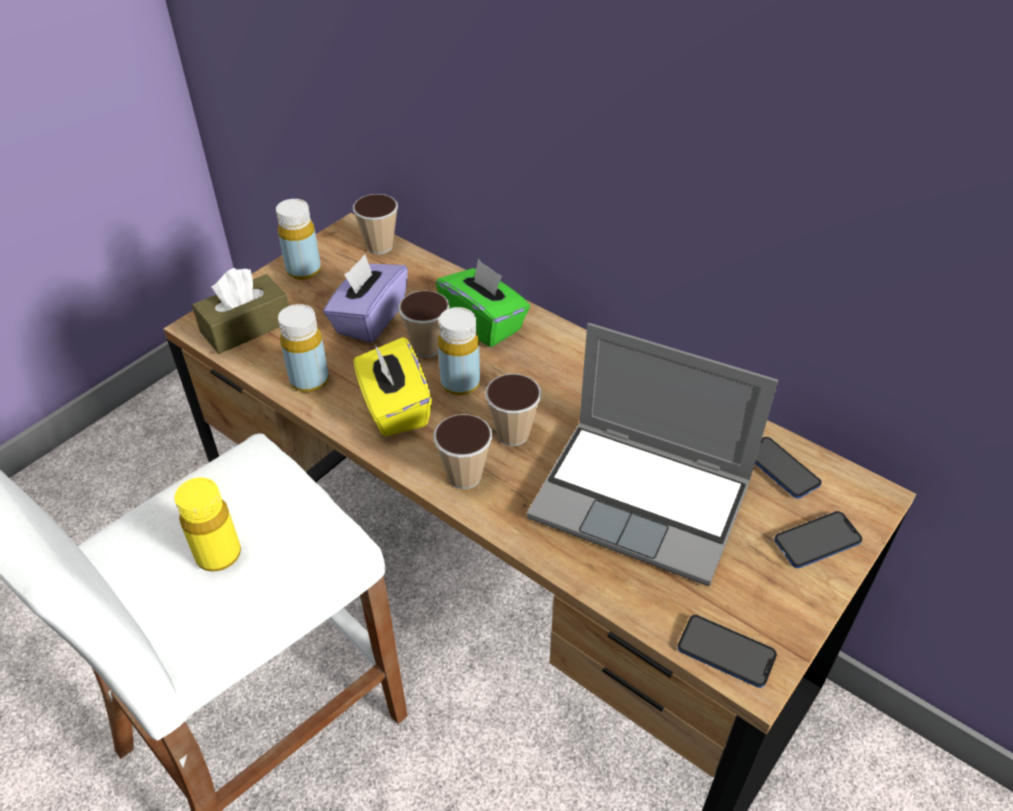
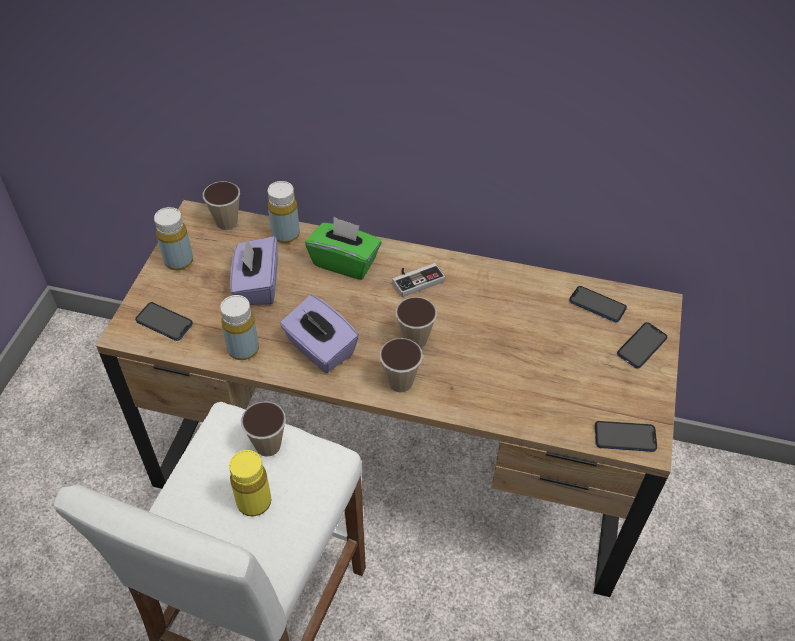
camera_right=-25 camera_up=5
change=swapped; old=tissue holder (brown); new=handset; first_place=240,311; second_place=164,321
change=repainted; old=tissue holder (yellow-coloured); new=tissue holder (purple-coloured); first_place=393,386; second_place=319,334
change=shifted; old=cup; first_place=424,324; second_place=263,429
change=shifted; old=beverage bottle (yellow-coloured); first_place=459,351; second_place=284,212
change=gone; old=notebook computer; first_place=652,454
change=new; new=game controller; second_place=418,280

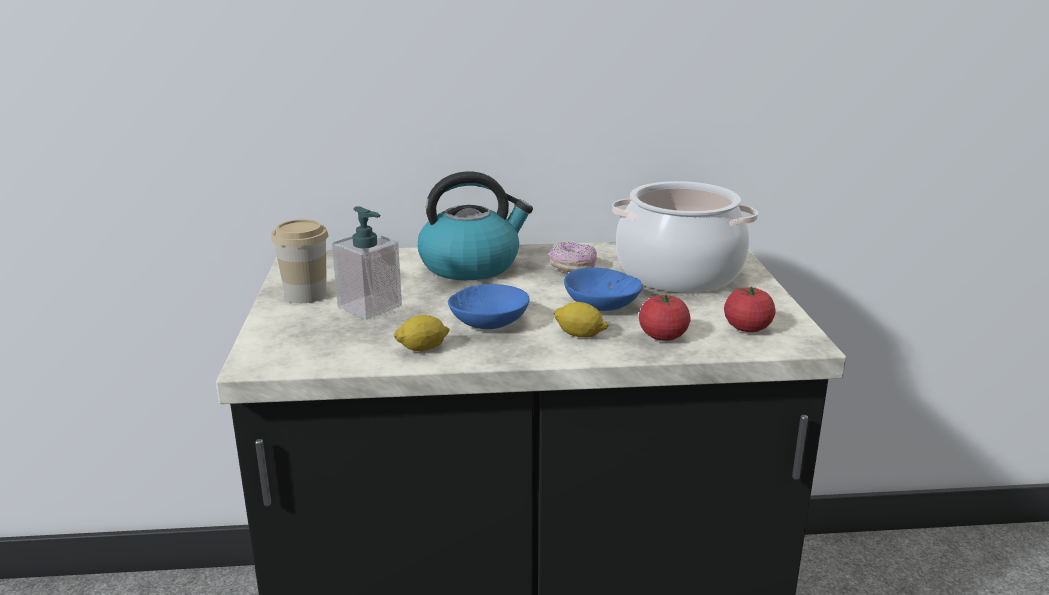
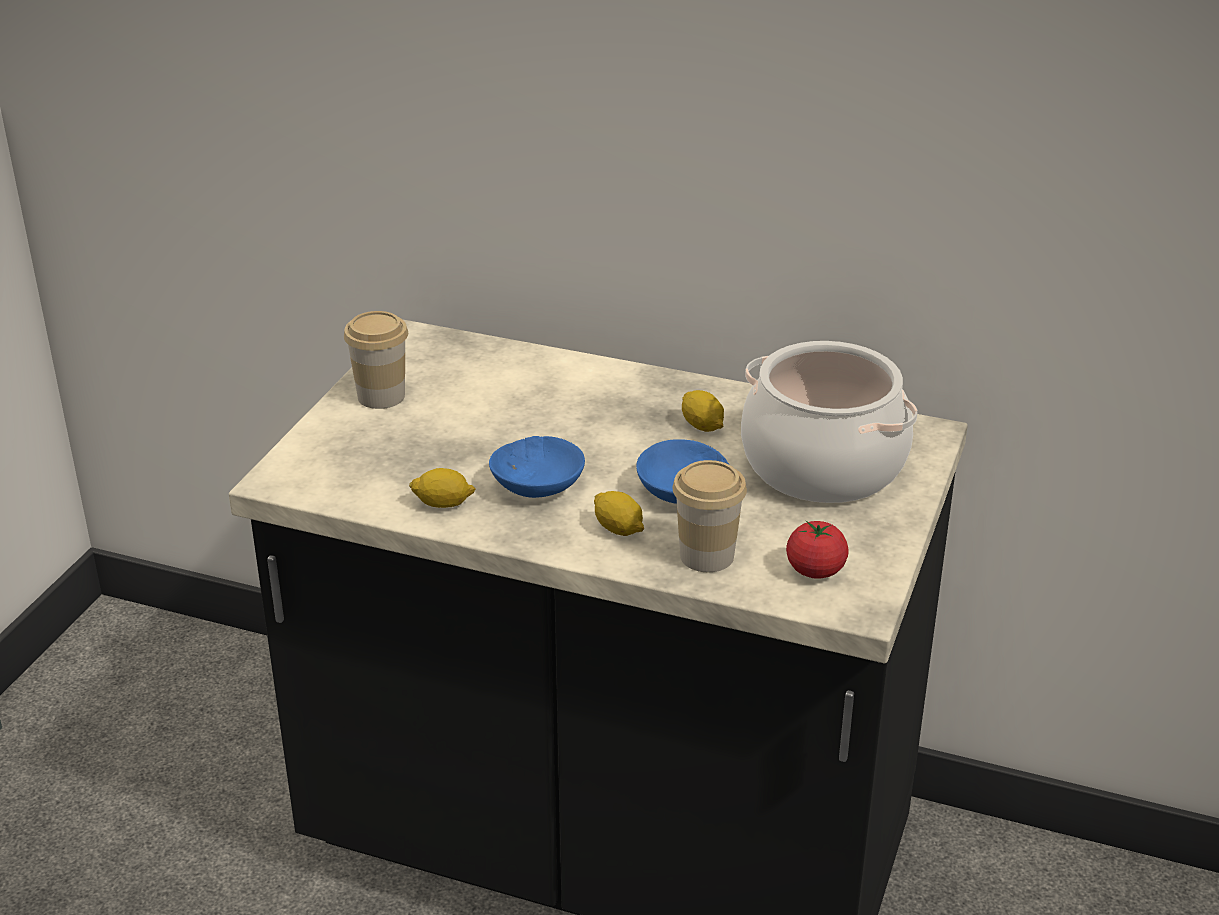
camera_right=25 camera_up=10
change=gone; old=liquid soap bottle; first_place=367,262
change=gone; old=water kettle; first_place=475,226
change=swapped; old=donut; new=citrus fruit; first_place=573,256; second_place=703,411
change=swapped; old=tomato; new=cup; first_place=664,318; second_place=709,516

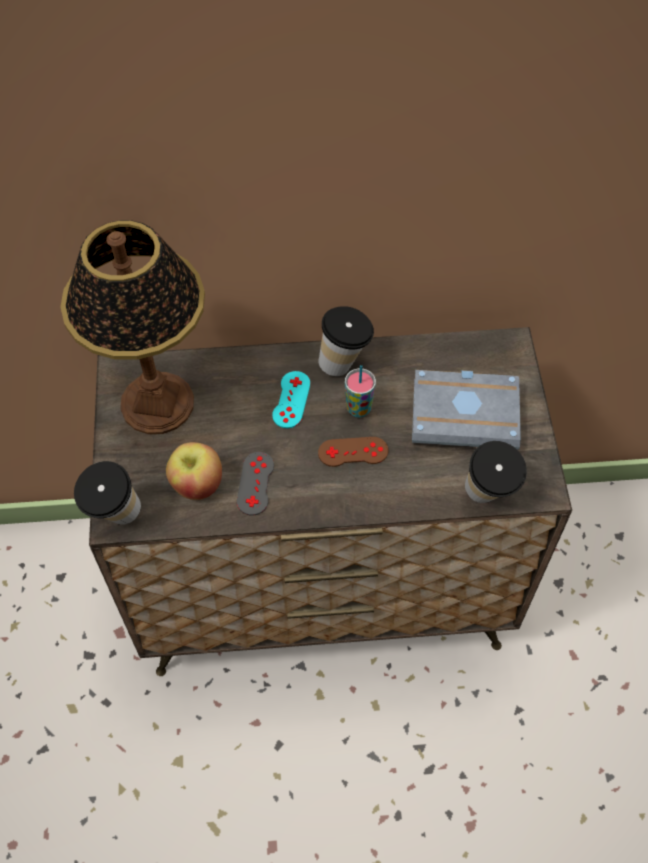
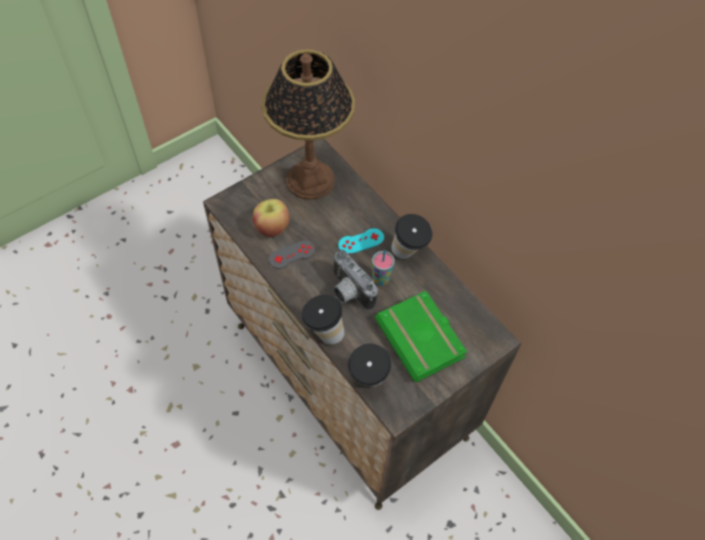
camera_right=55 camera_up=0
change=shifted; old=cup; first_place=107,493; second_place=323,320
change=swapped; old=game controller (brown); new=still camera; first_place=353,452; second_place=355,280
change=repainted; old=bound book (gray); new=bound book (greenish); first_place=466,410; second_place=421,336

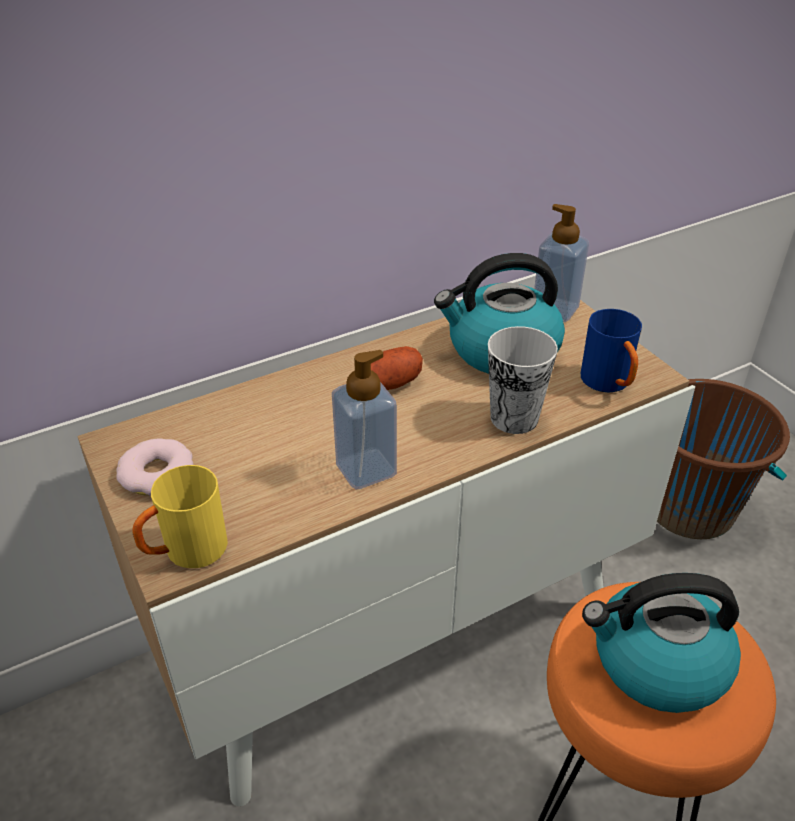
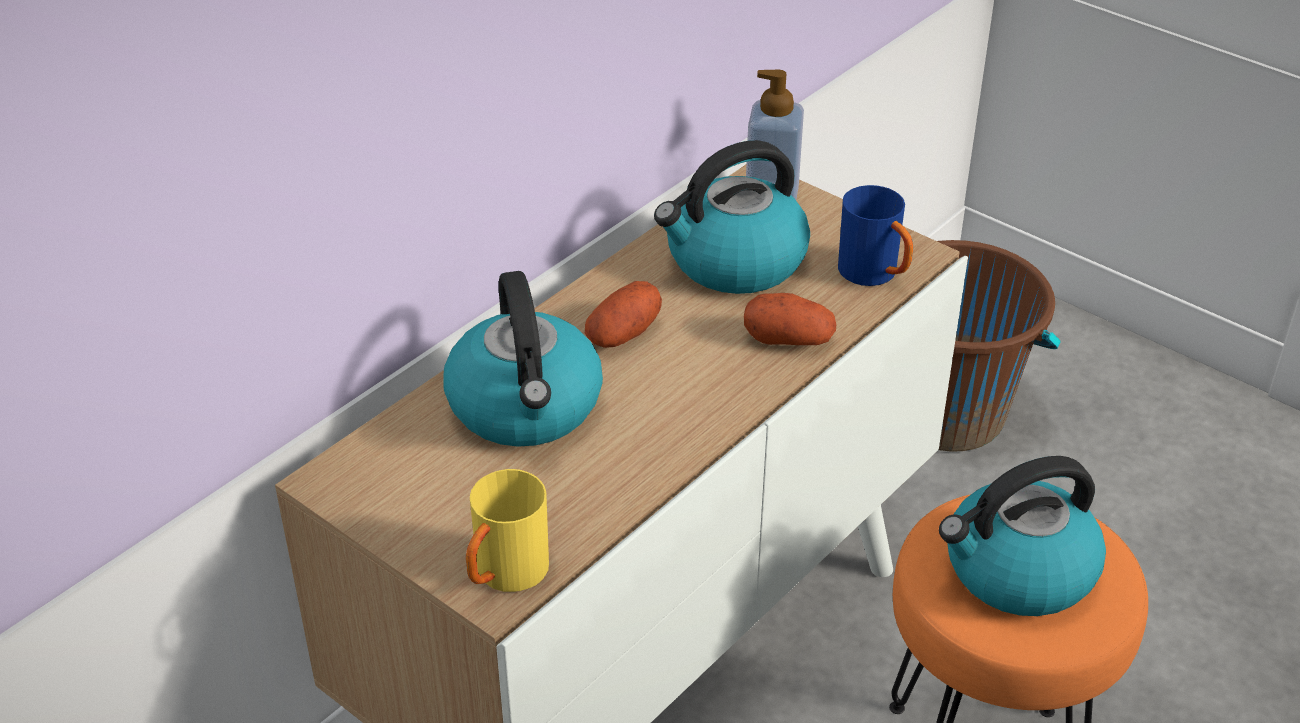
camera_right=-20 camera_up=0
change=gone; old=donut; first_place=154,467
change=gone; old=liquid soap bottle; first_place=364,419
change=swapped; old=cup; new=whole potato; first_place=523,380; second_place=790,319
change=new; new=water kettle; second_place=523,359

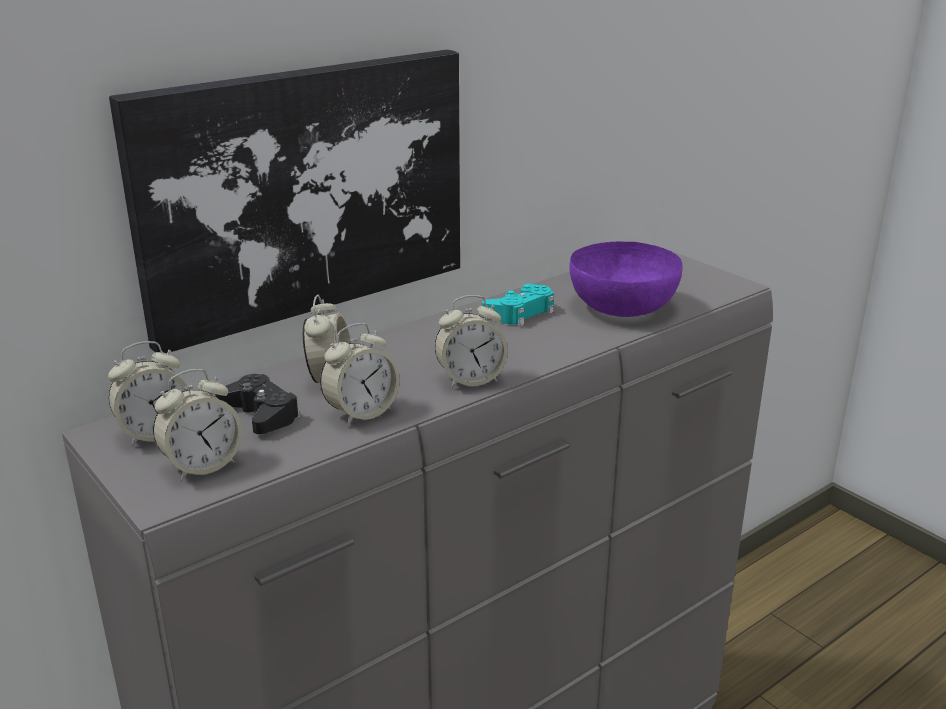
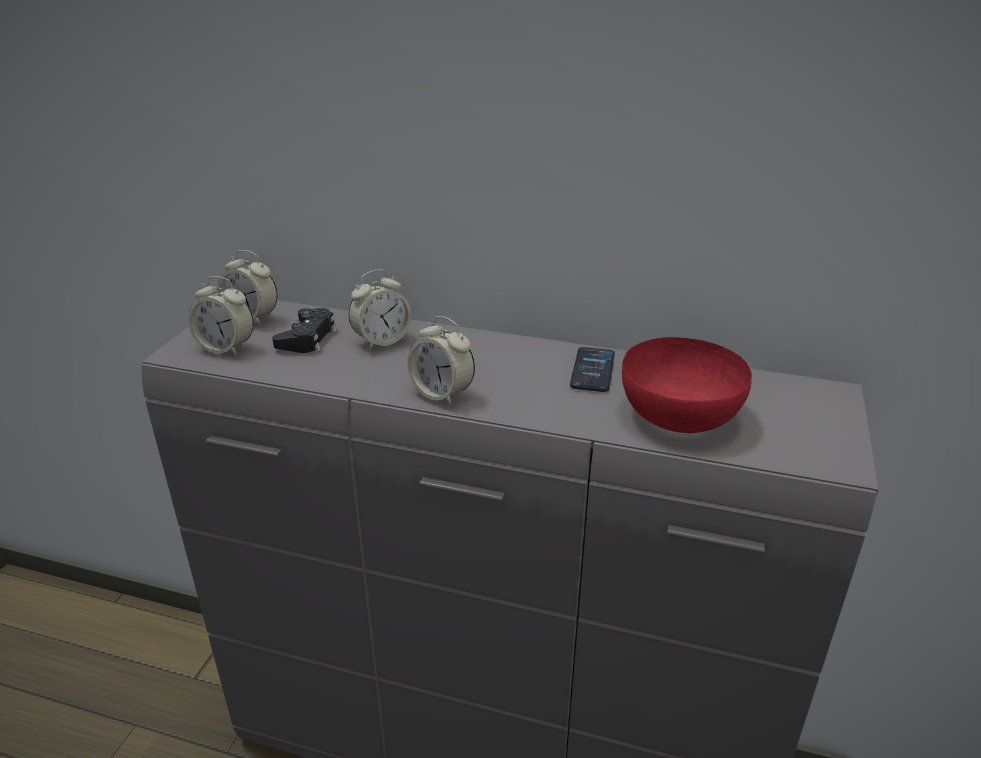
camera_right=55 camera_up=5
change=gone; old=wall art; first_place=284,201
change=gone; old=bedside clock; first_place=360,374
change=swapped; old=game controller (blue-green); new=handset; first_place=518,305; second_place=592,369
change=repainted; old=deep dish (purple-coloured); new=deep dish (red-coloured); first_place=626,279; second_place=687,385

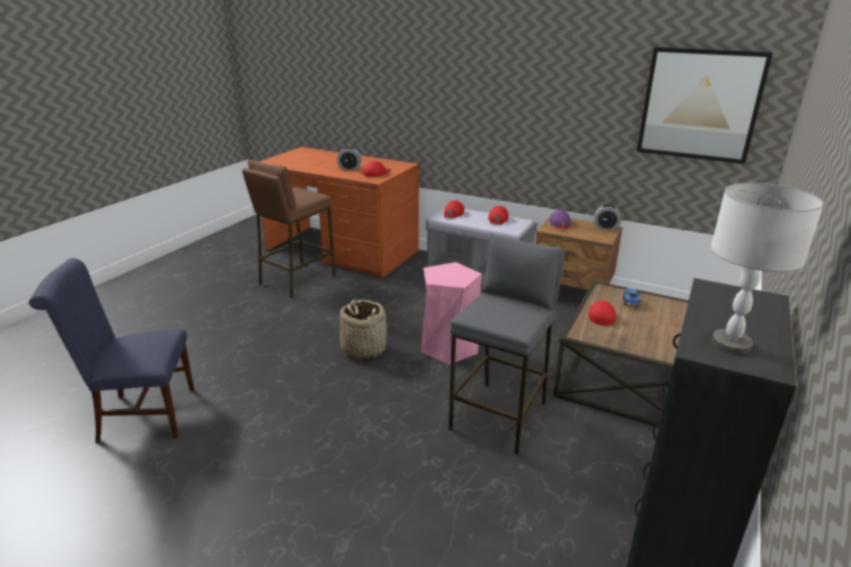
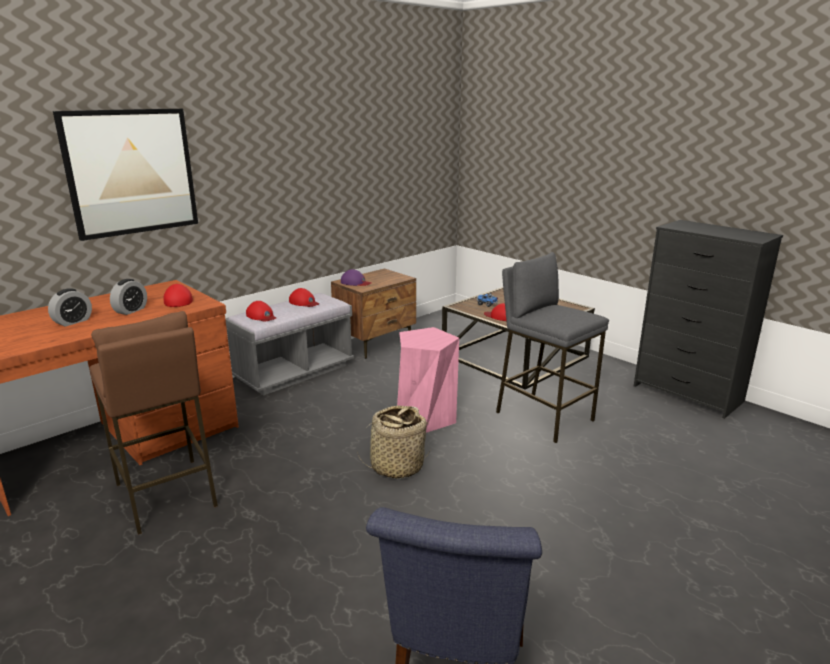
camera_right=-70 camera_up=-5
change=shifted; old=bedside clock; first_place=607,217; second_place=70,307
change=shifted; old=wall art; first_place=705,105; second_place=125,174
change=gone; old=lamp for a table (gray); first_place=767,268

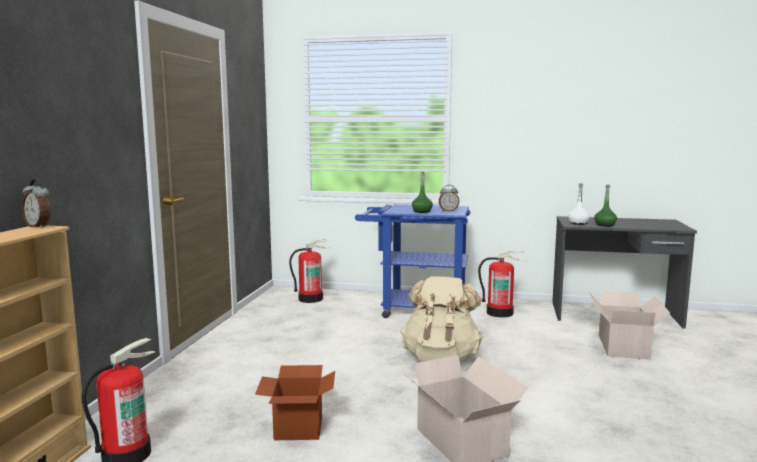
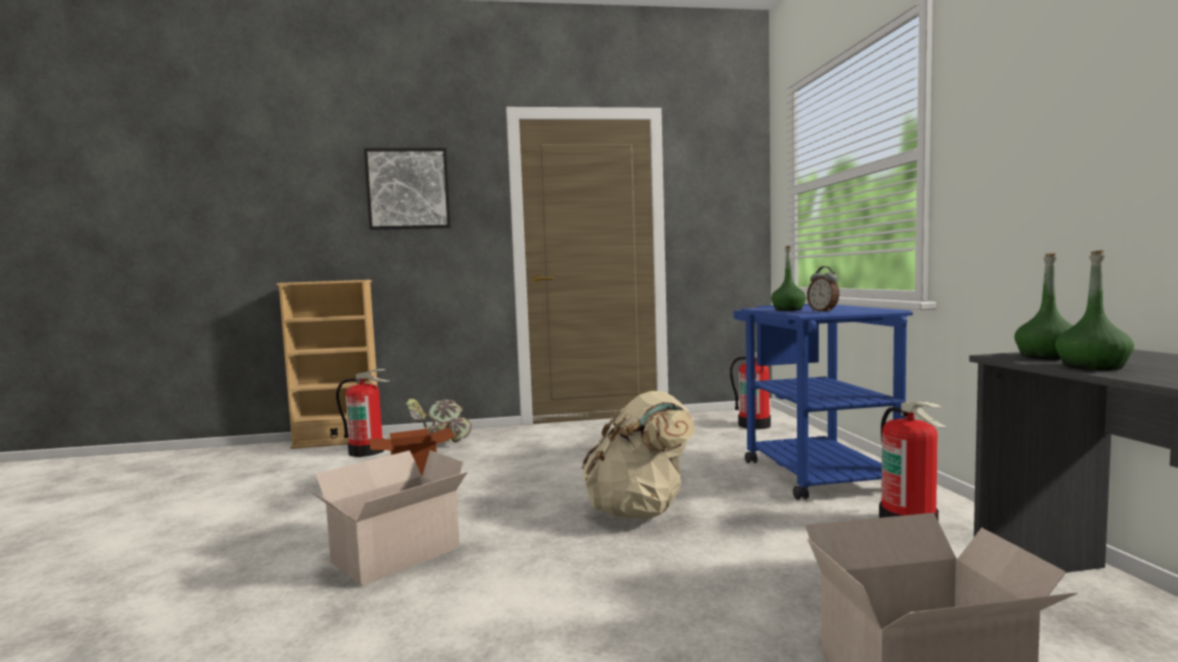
camera_right=70 camera_up=-5
change=gone; old=bedside clock; first_place=36,203
change=repainted; old=beverage bottle (white); new=beverage bottle (greenish); first_place=579,204; second_place=1043,306
change=new; new=wall art; second_place=407,189
change=new; new=houseplant; second_place=439,420

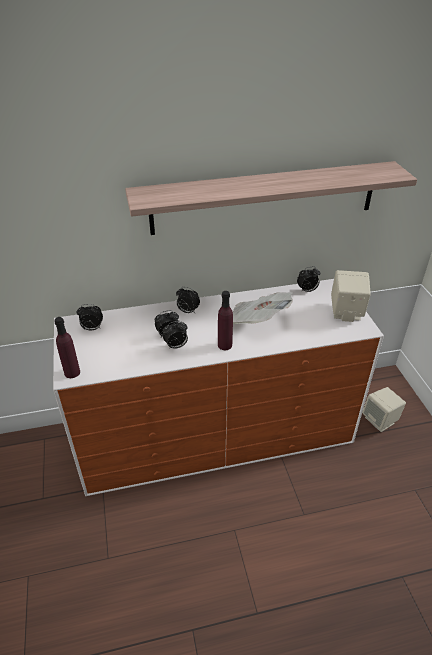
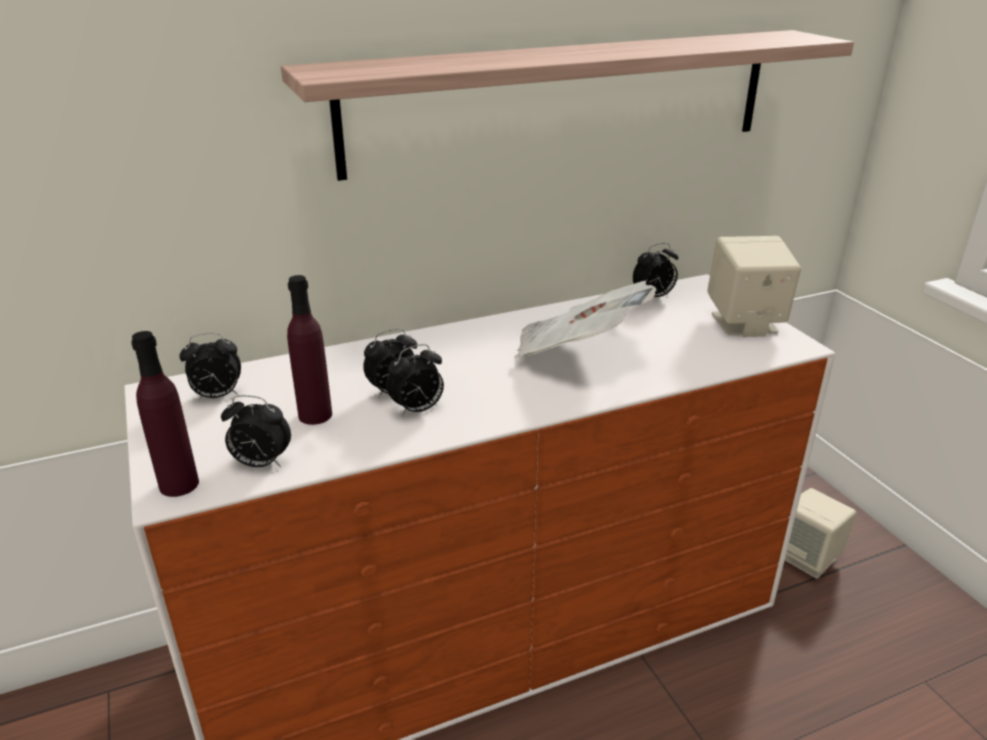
camera_right=-10 camera_up=-10
change=shifted; old=bedside clock; first_place=188,300; second_place=256,431
change=shifted; old=beverage bottle (purple-coloured); first_place=225,320; second_place=309,350

